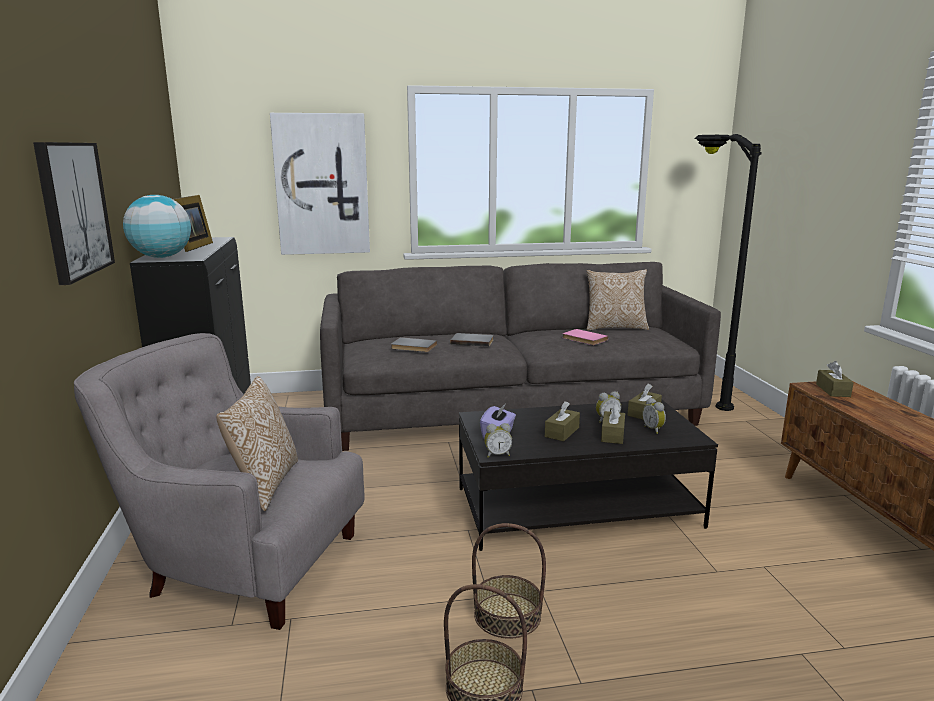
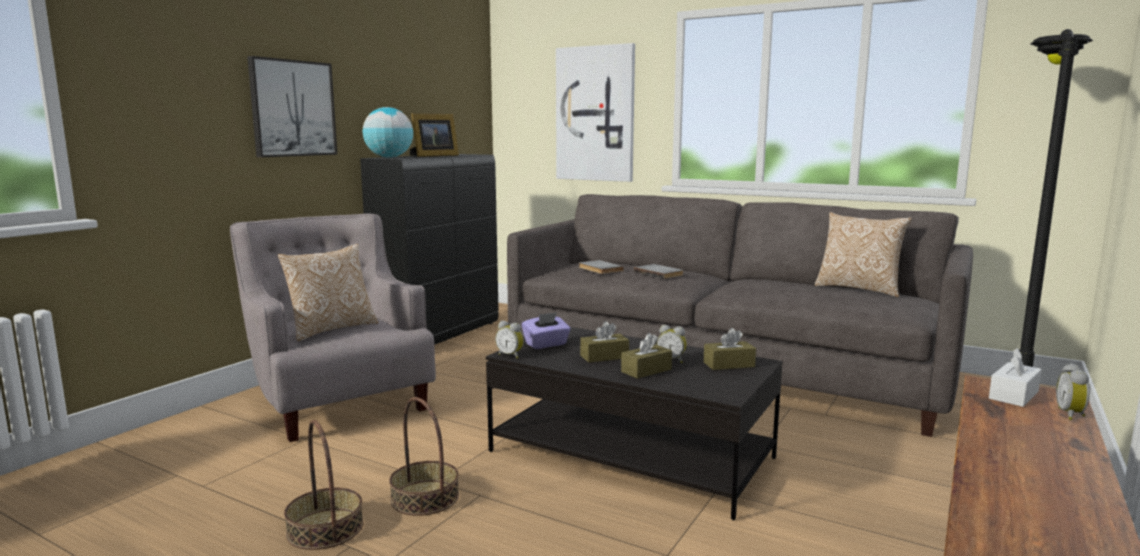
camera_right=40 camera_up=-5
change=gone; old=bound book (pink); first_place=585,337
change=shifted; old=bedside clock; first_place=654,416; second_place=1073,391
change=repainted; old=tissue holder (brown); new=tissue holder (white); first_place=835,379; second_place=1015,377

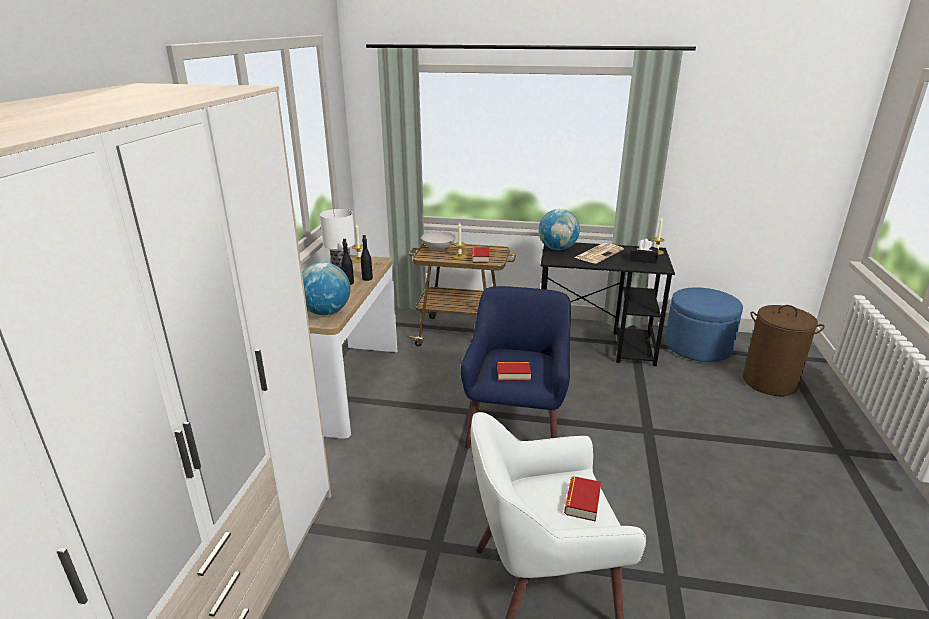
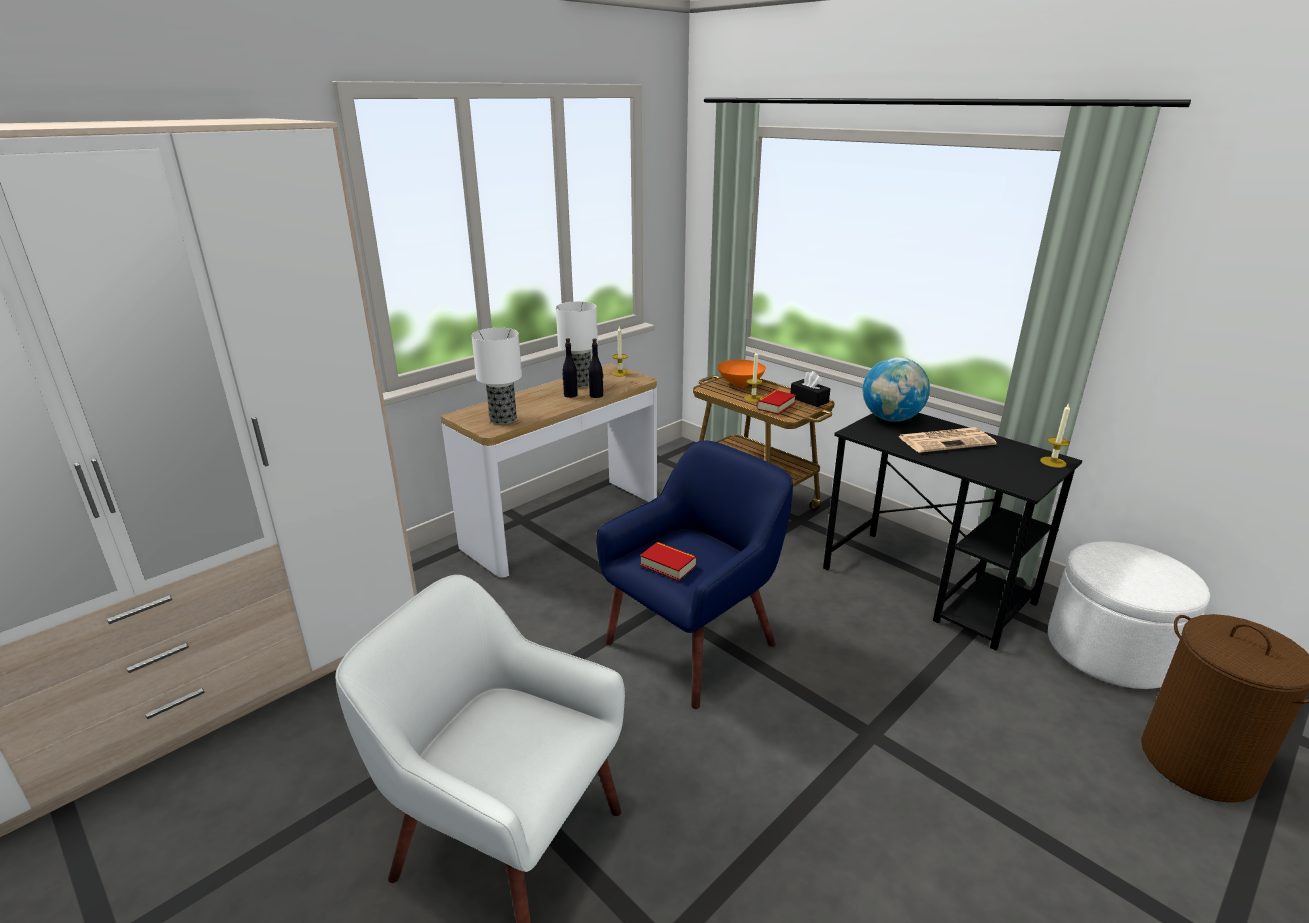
camera_right=35 camera_up=0
change=swapped; old=desk globe; new=lamp for a table; first_place=326,288; second_place=497,376
change=repainted; old=deep dish (white); new=deep dish (orange-coloured); first_place=438,241; second_place=742,373
change=gone; old=bound book; first_place=582,499
change=shifted; old=tissue holder (black-coloured); first_place=644,250; second_place=810,389
change=repainted; old=footrest (bluish); new=footrest (white); first_place=704,324; second_place=1129,615

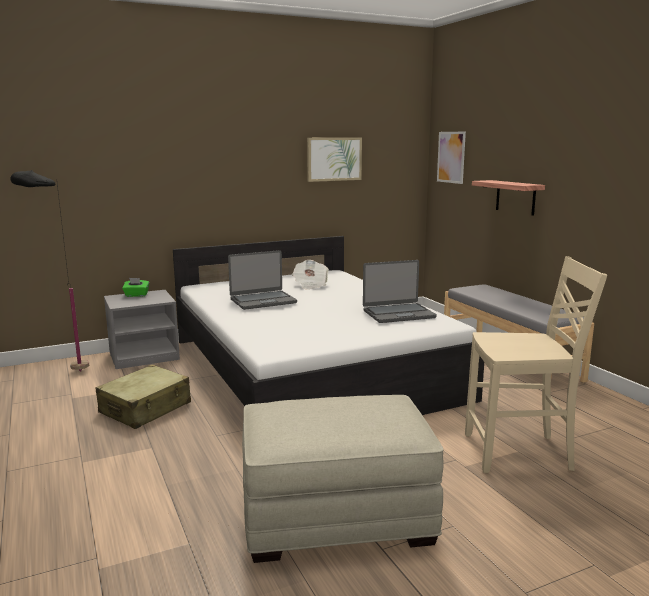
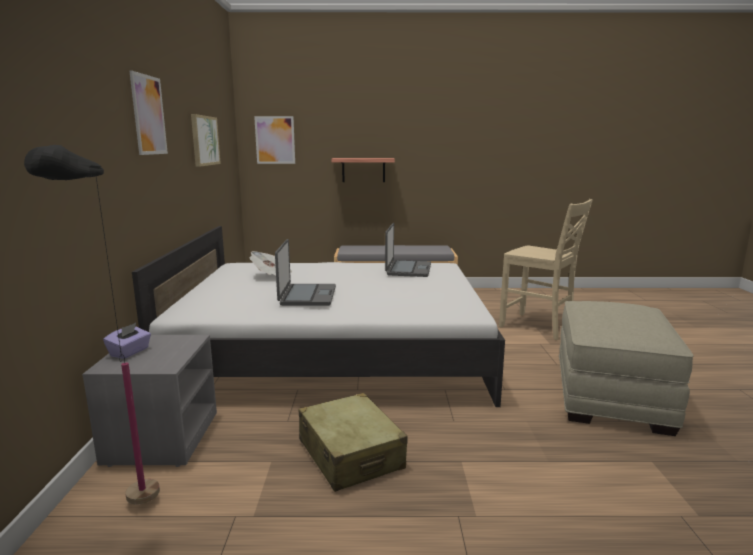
camera_right=-65 camera_up=0
change=repainted; old=tissue holder (greenish); new=tissue holder (purple-coloured); first_place=135,287; second_place=127,341
change=rotated; old=plain chair (beige-coloured); first_place=536,364; second_place=546,269; degrees=105
change=new; new=wall art; second_place=148,112

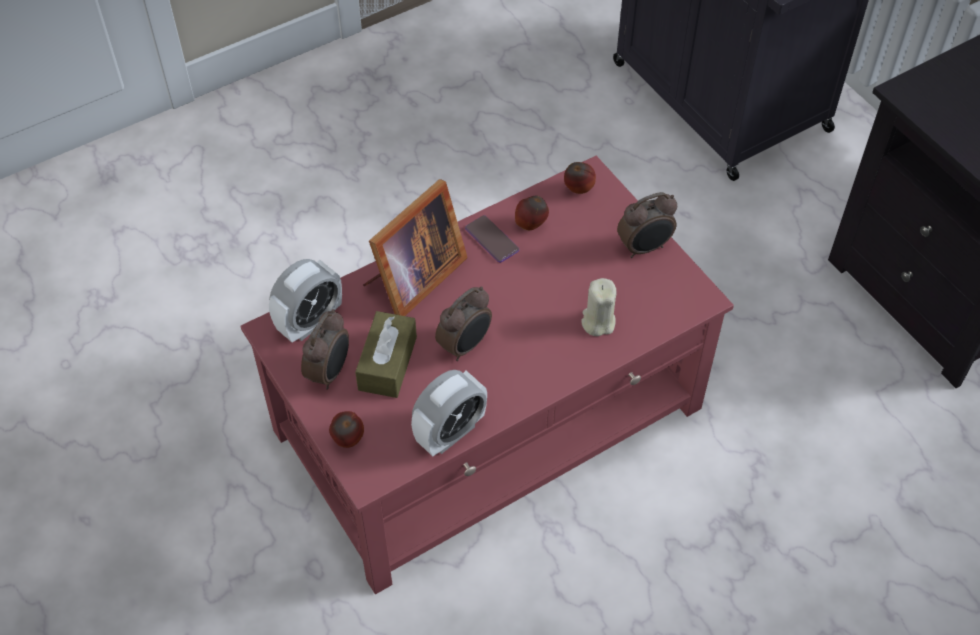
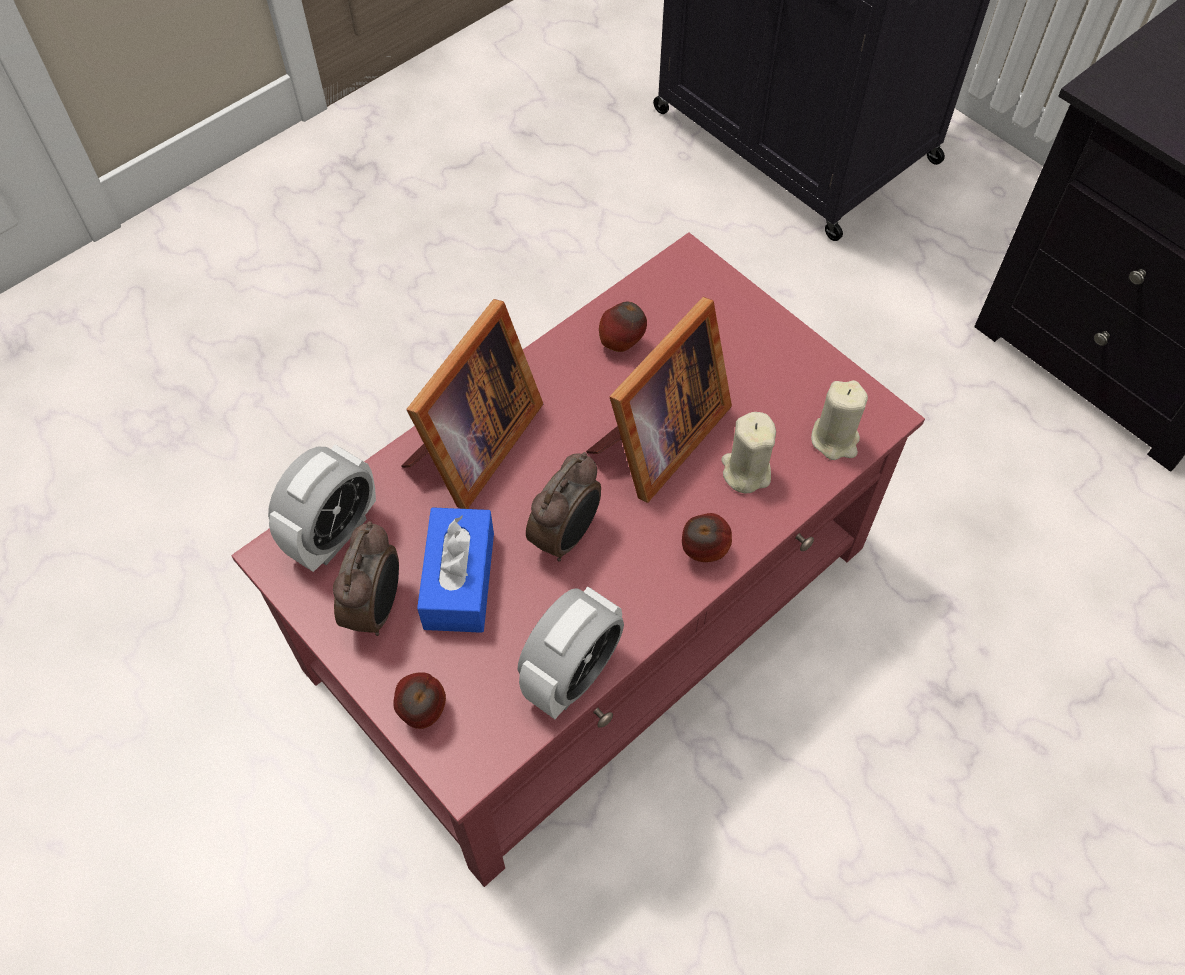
camera_right=-10 camera_up=5
change=repainted; old=tissue holder (brown); new=tissue holder (bluish); first_place=386,354; second_place=455,570
change=gone; old=handset; first_place=492,239
change=shifted; old=apple fruit; first_place=580,178; second_place=707,537
change=gone; old=bedside clock; first_place=647,225
change=new; new=standing frame; second_place=659,400
change=new; new=wax candle (beige-coloured); second_place=839,420

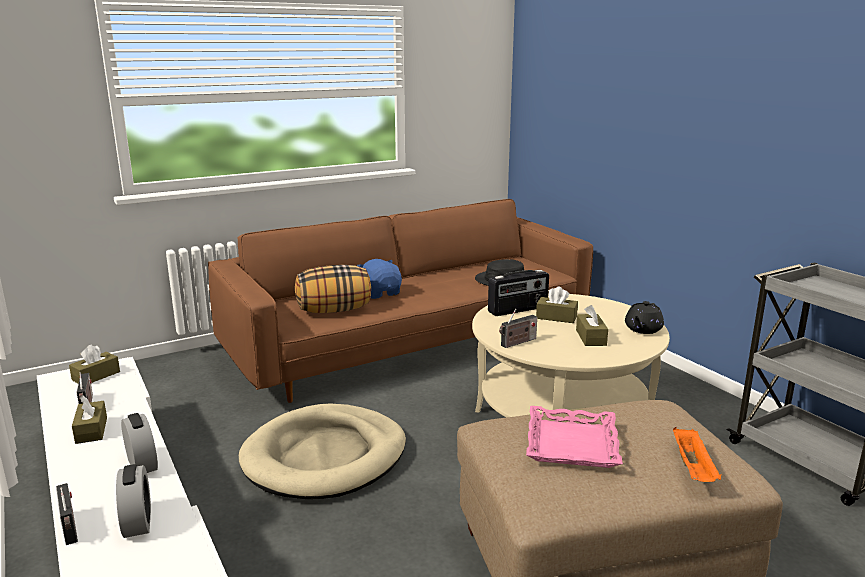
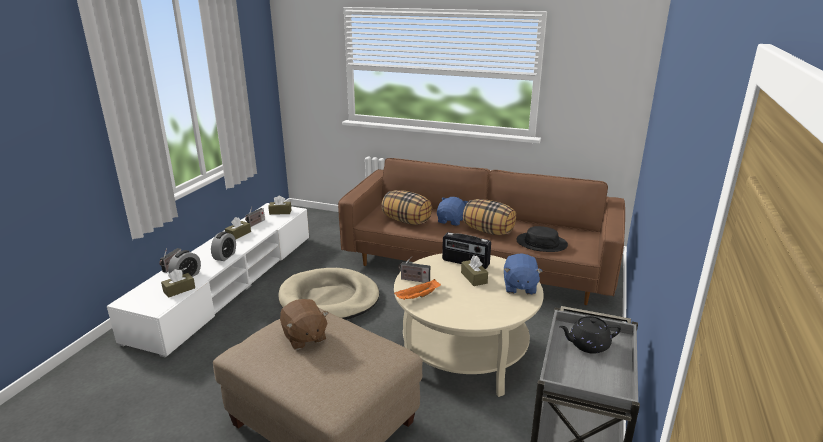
camera_right=50 camera_up=5
change=swapped; old=serving tray (pink); new=soft toy (brown); first_place=574,437; second_place=304,324
change=shifted; old=tissue holder (brown); first_place=592,325; second_place=178,283
change=shifted; old=tea pot (black-coloured); first_place=644,317; second_place=590,335
change=shifted; old=serving tray (orange-coloured); first_place=697,454; second_place=417,289
change=new; new=pillow; second_place=489,217
change=new; new=soft toy (bluish); second_place=523,274

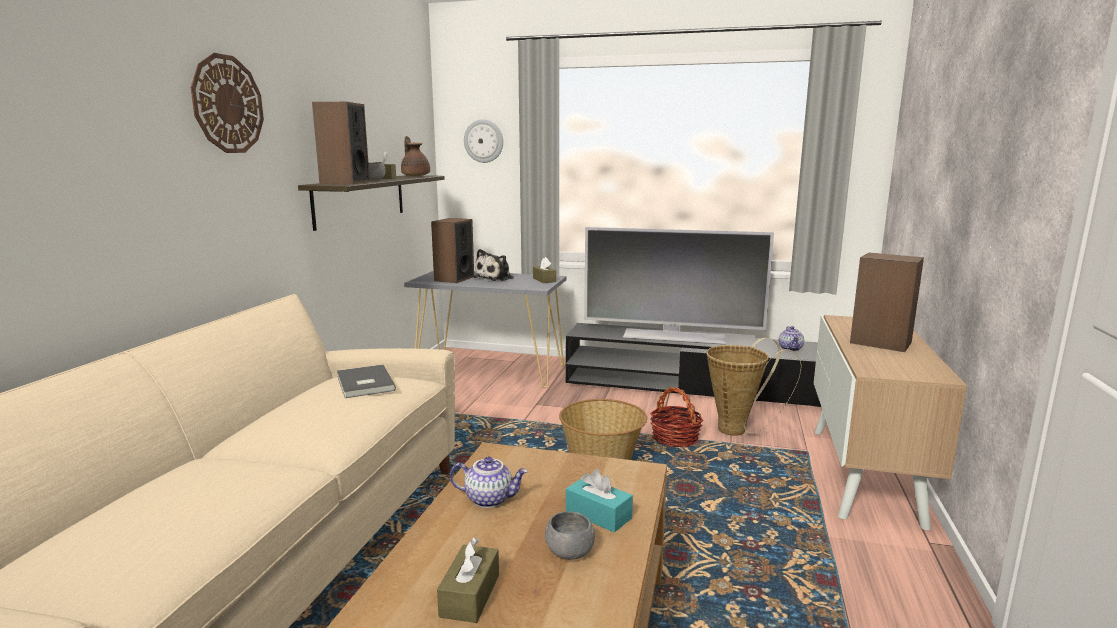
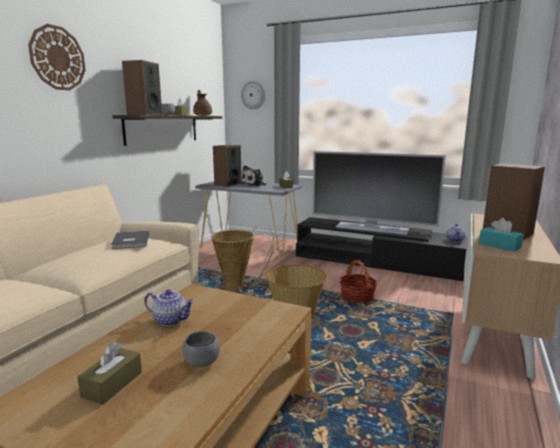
camera_right=10 camera_up=0
change=shifted; old=tissue holder (blue-green); first_place=599,500; second_place=501,235
change=shifted; old=household basket; first_place=754,386; second_place=242,259

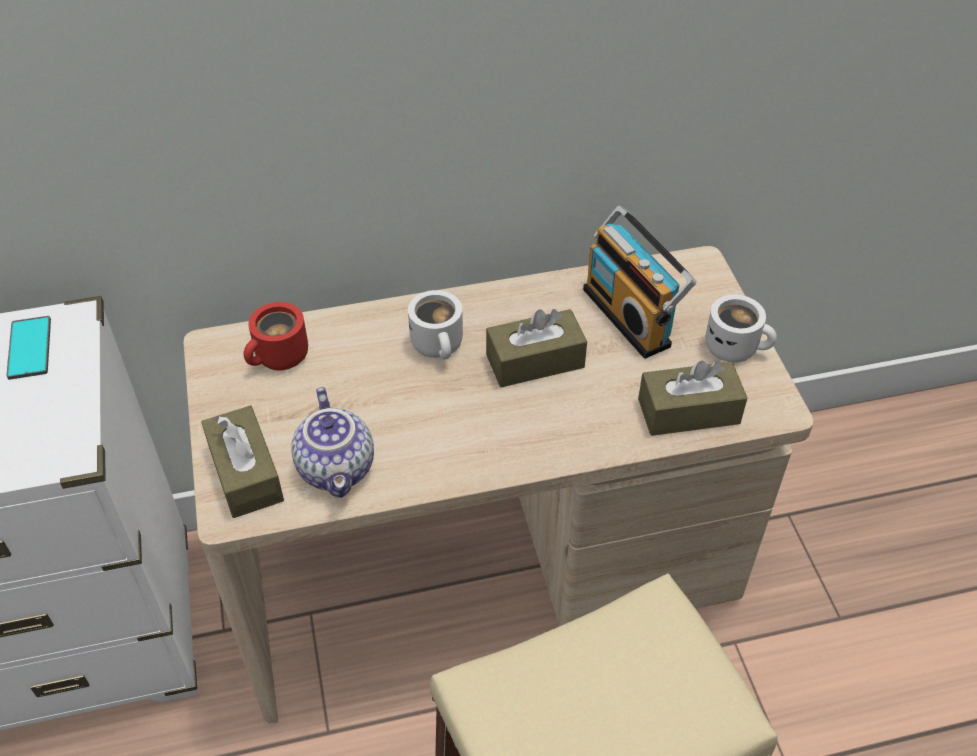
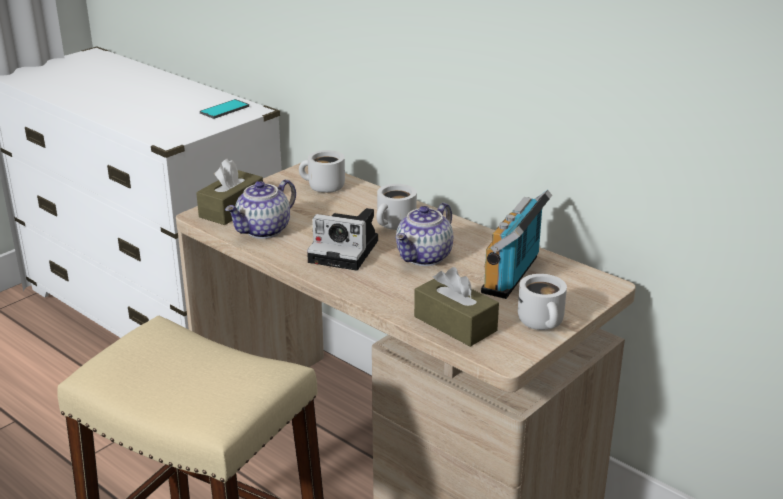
camera_right=55 camera_up=-20
change=repainted; old=tea mug (red-coloured); new=tea mug (white); first_place=276,336; second_place=322,171
change=swapped; old=tissue holder (brown); new=tea pot; first_place=536,348; second_place=424,234
change=new; new=still camera; second_place=342,239

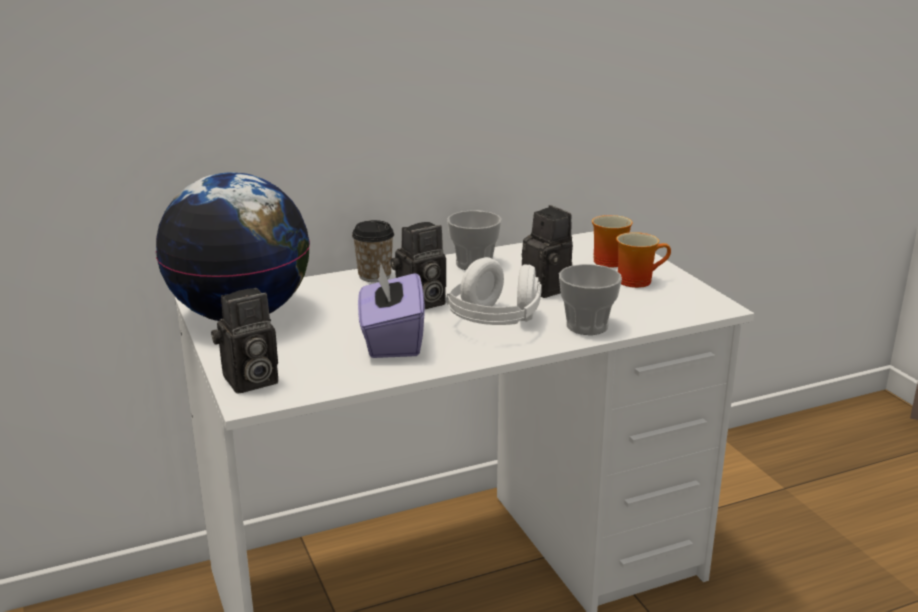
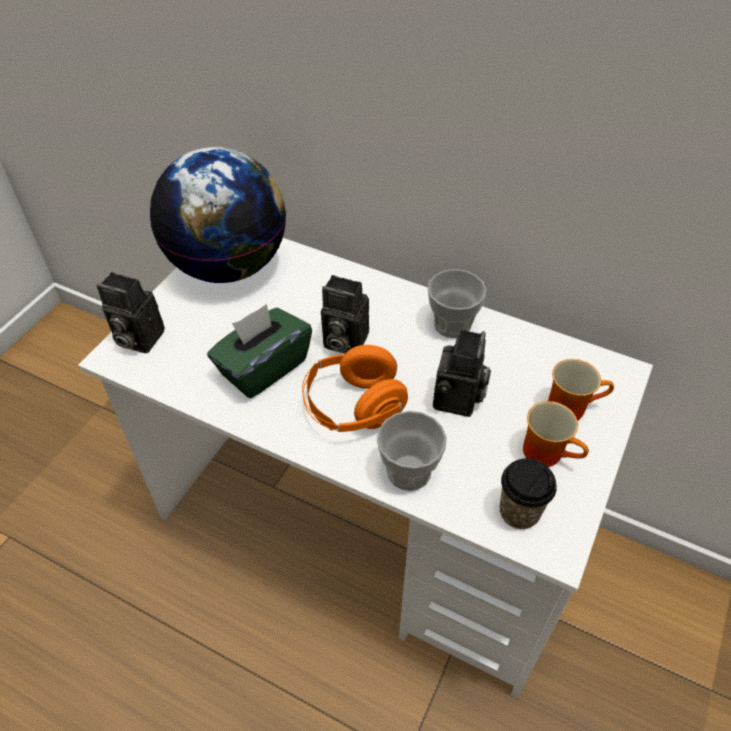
camera_right=50 camera_up=25
change=shifted; old=cup; first_place=373,251; second_place=528,493
change=repainted; old=tissue holder (purple-coloured); new=tissue holder (greenish); first_place=391,310; second_place=259,351
change=repainted; old=headset (white); new=headset (orange-coloured); first_place=494,291; second_place=355,388

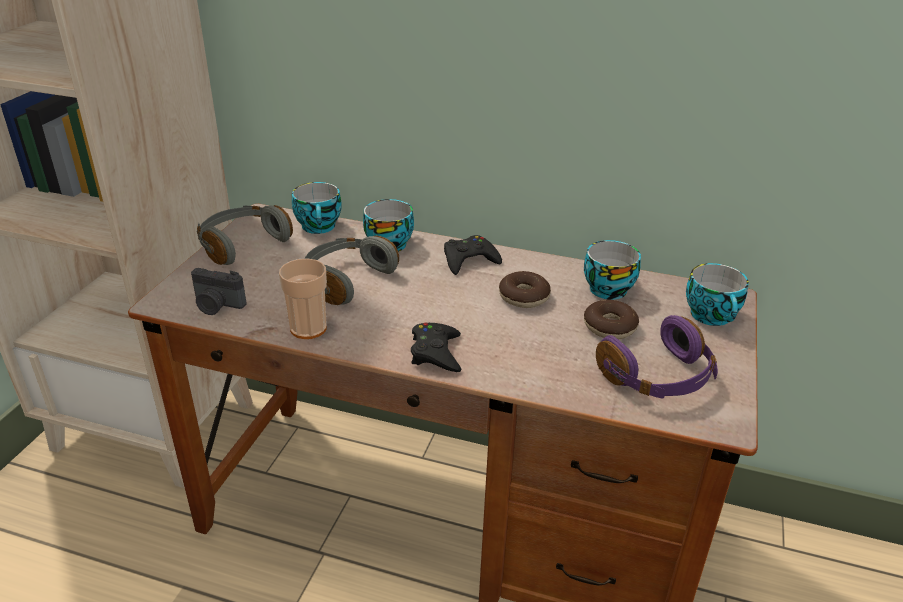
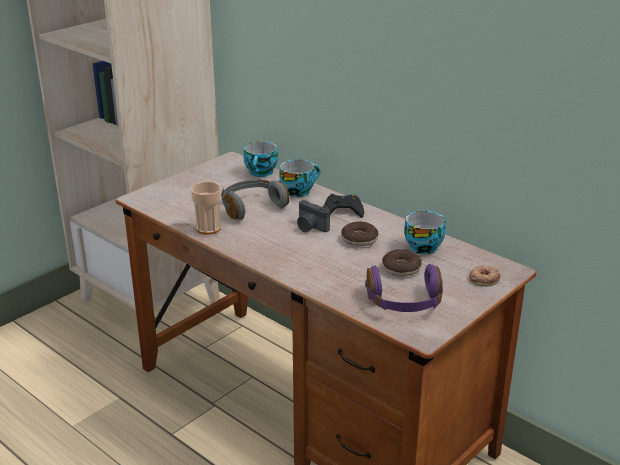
camera_right=25 camera_up=-5
change=shifted; old=still camera; first_place=218,291; second_place=313,216
change=gone; old=headset (gray); first_place=245,235
change=gone; old=game controller (black-coloured); first_place=436,347
change=swapped; old=cup; new=donut; first_place=717,294; second_place=484,276

